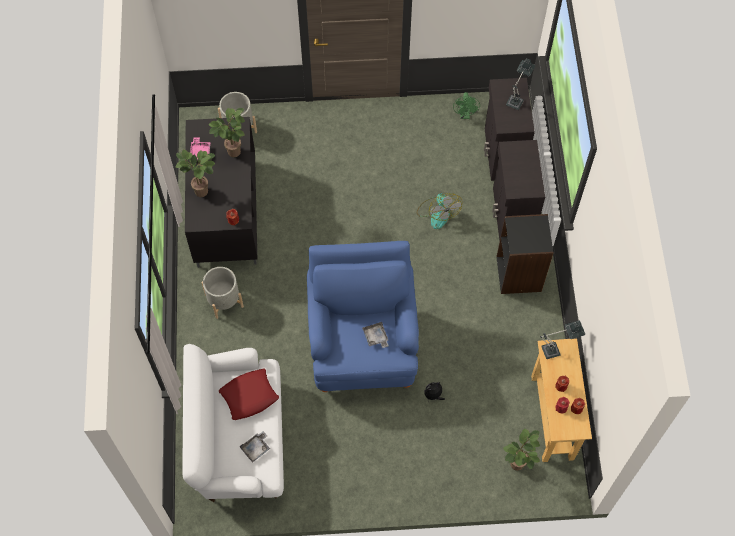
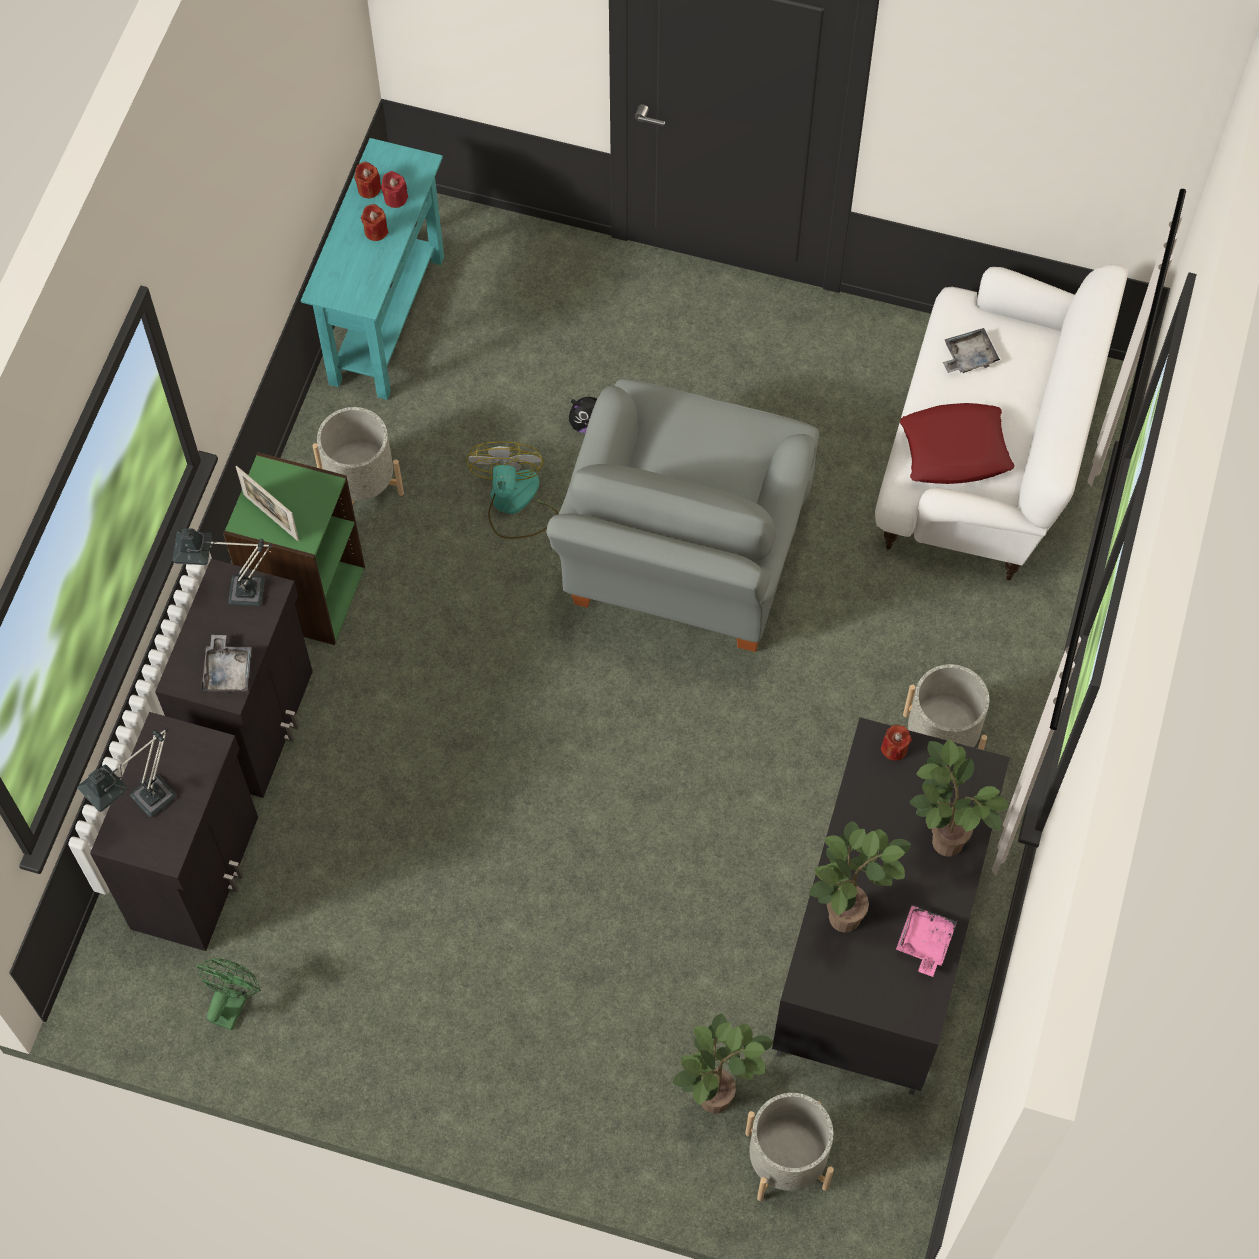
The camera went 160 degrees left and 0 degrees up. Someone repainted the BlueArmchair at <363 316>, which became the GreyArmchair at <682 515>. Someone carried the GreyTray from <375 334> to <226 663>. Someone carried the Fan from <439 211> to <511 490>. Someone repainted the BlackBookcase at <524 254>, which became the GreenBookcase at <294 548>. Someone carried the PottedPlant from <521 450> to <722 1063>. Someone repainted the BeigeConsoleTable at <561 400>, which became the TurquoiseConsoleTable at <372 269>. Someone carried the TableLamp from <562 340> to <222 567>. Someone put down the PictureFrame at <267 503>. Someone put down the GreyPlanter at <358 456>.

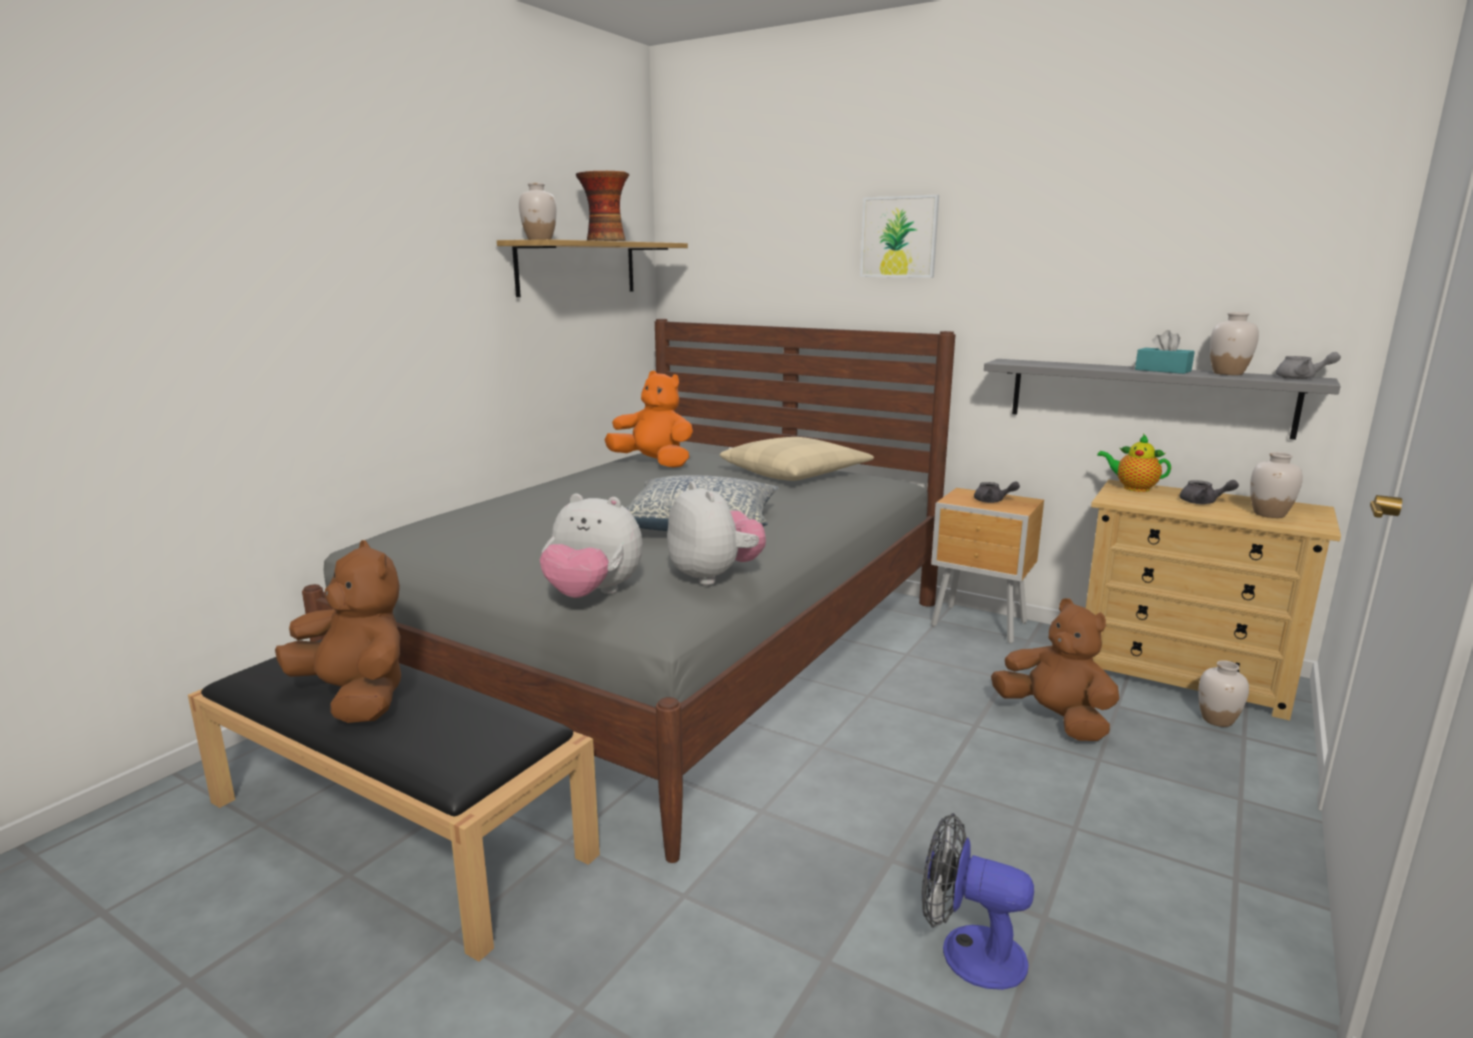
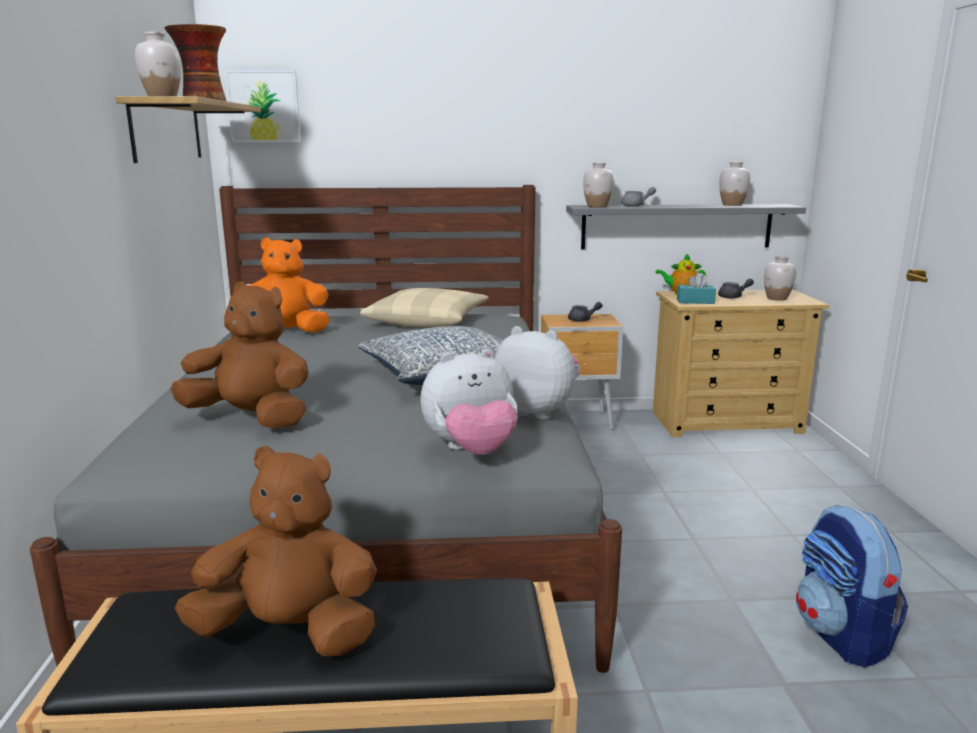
The camera went 35 degrees left and 0 degrees up. Someone carried the Picture from <899 236> to <263 106>. Someone swapped the Fan at <978 901> for the Backpack at <852 586>. Someone carried the BrownPlushToy from <1055 669> to <240 355>. Someone carried the TurquoiseTissueBox from <1165 352> to <696 288>. Someone carried the WhiteVase from <1224 693> to <598 185>. Someone carried the GreyTeapot from <1308 365> to <638 197>.

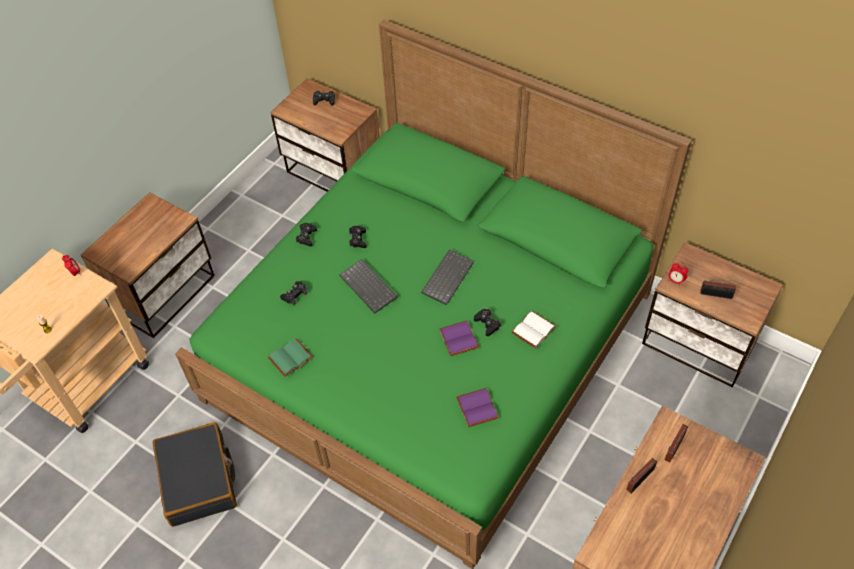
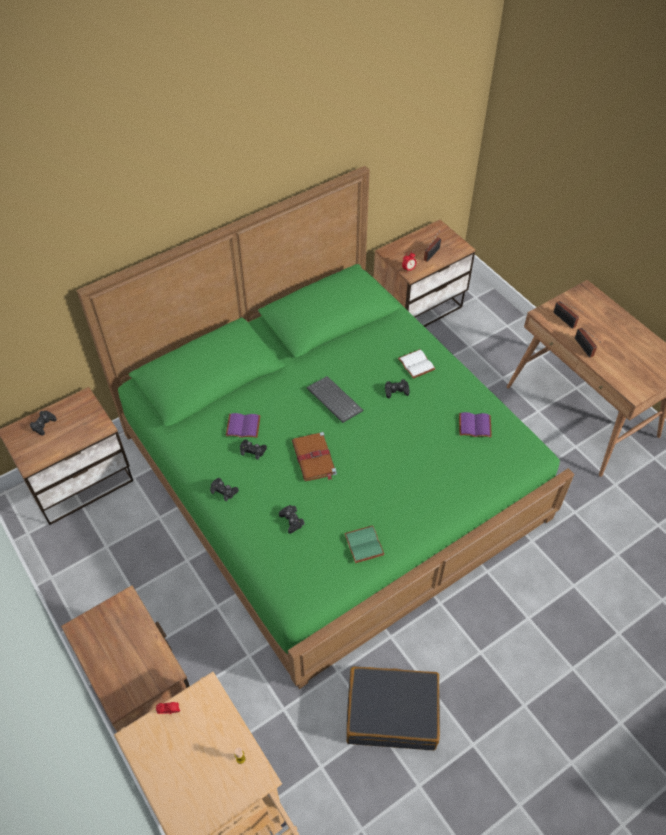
The camera went 70 degrees left and 0 degrees up. Someone swapped the Keyboard at <368 286> for the BrownBook at <314 456>. Someone carried the PurpleBook from <459 338> to <243 425>.

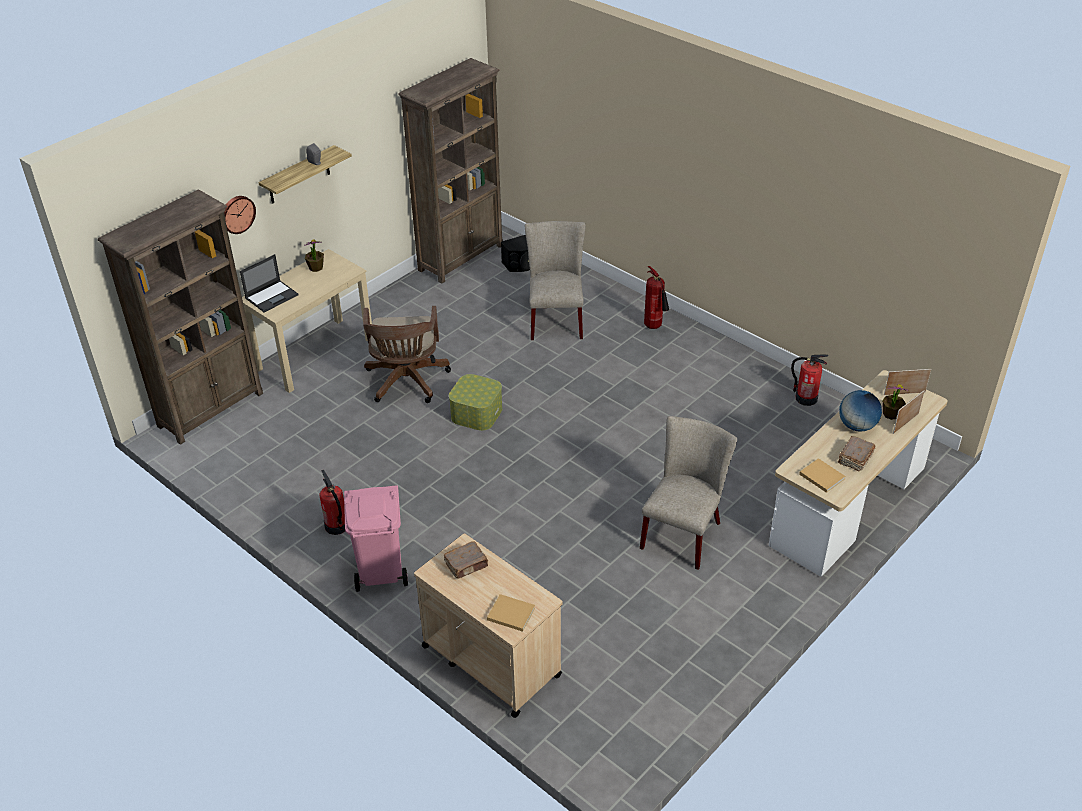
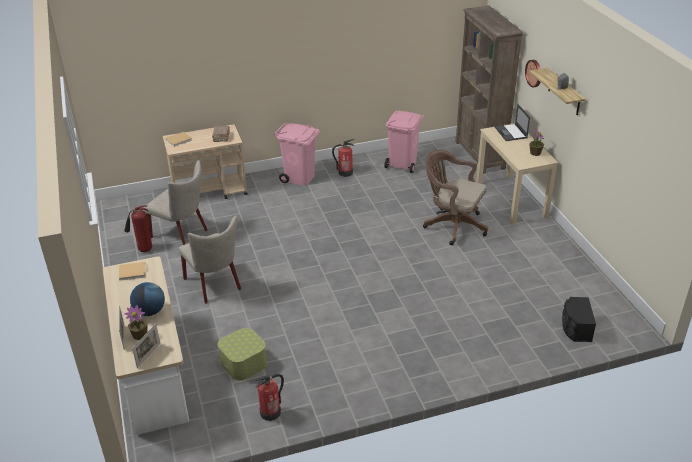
The camera went 120 degrees right and 5 degrees down. Someone took away the BrownBookcase at <450 171>. Someone carried the StorageBox from <475 402> to <242 354>. Someone carried the BeigeChair from <555 280> to <176 202>. Someone carried the FireExtinguisher from <656 297> to <138 228>. Someone took away the BrownBook at <856 454>. Someone put down the PinkTrashCan at <404 142>.

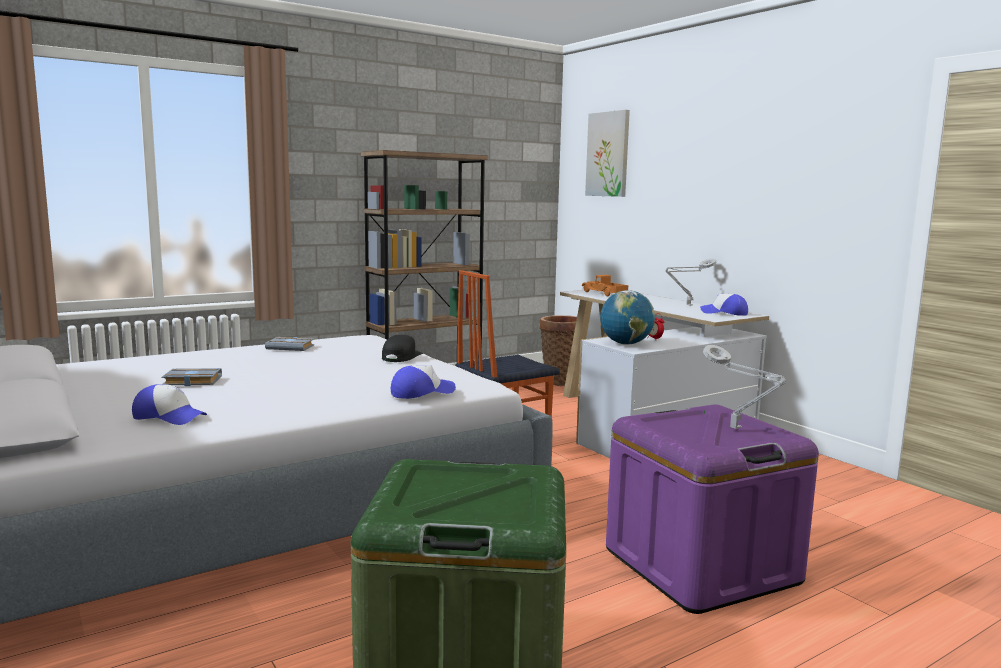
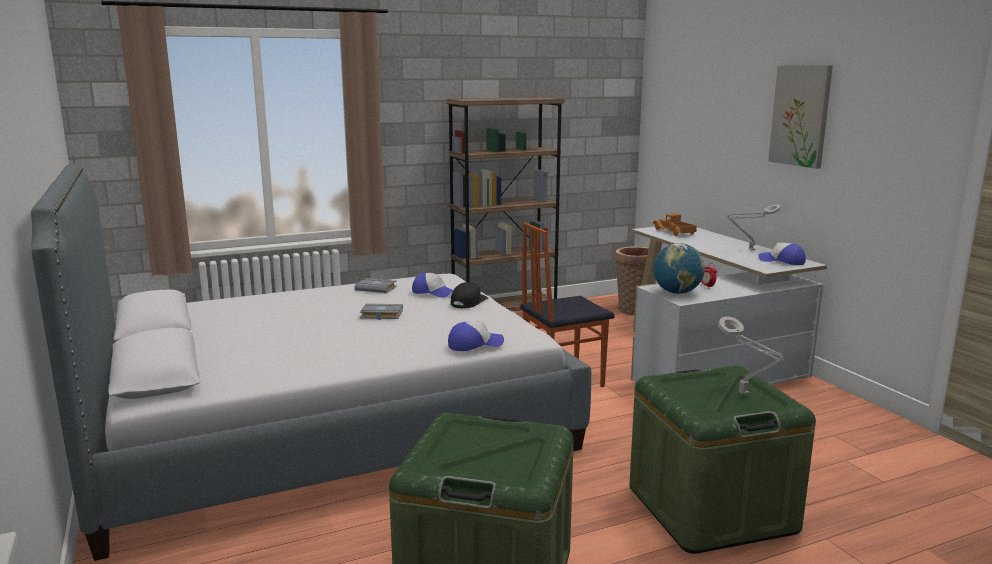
The camera went 10 degrees right and 5 degrees up. Someone carried the Cap from <169 404> to <432 285>. Someone carried the GreyBook from <192 377> to <381 312>. Someone carried the Picture from <607 153> to <800 117>. Someone repainted the PurpleStorageBox at <712 509>, which became the GreenStorageBox at <722 459>.

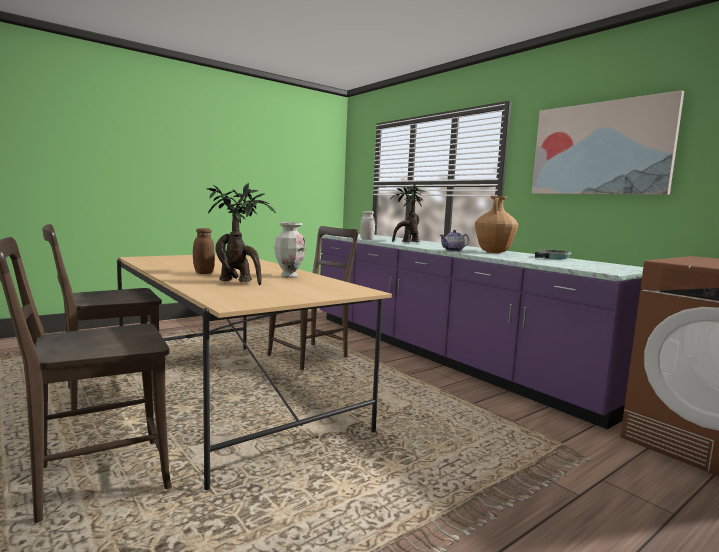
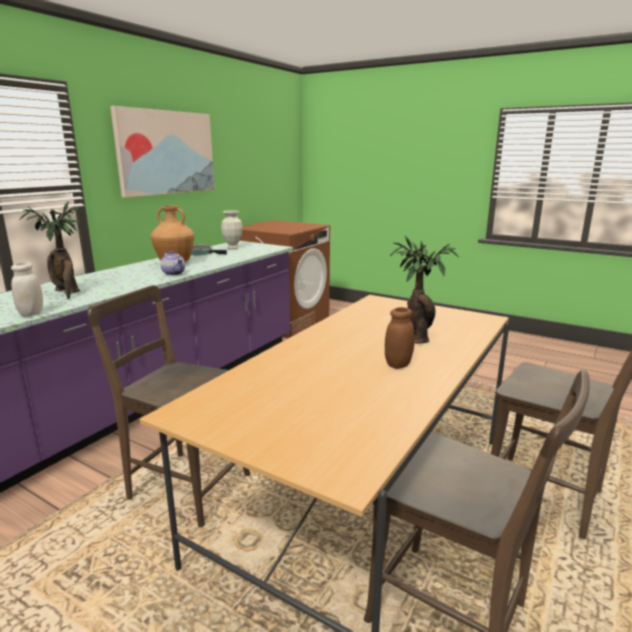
The camera went 110 degrees left and 10 degrees up. Someone carried the Vase from <290 250> to <231 229>.

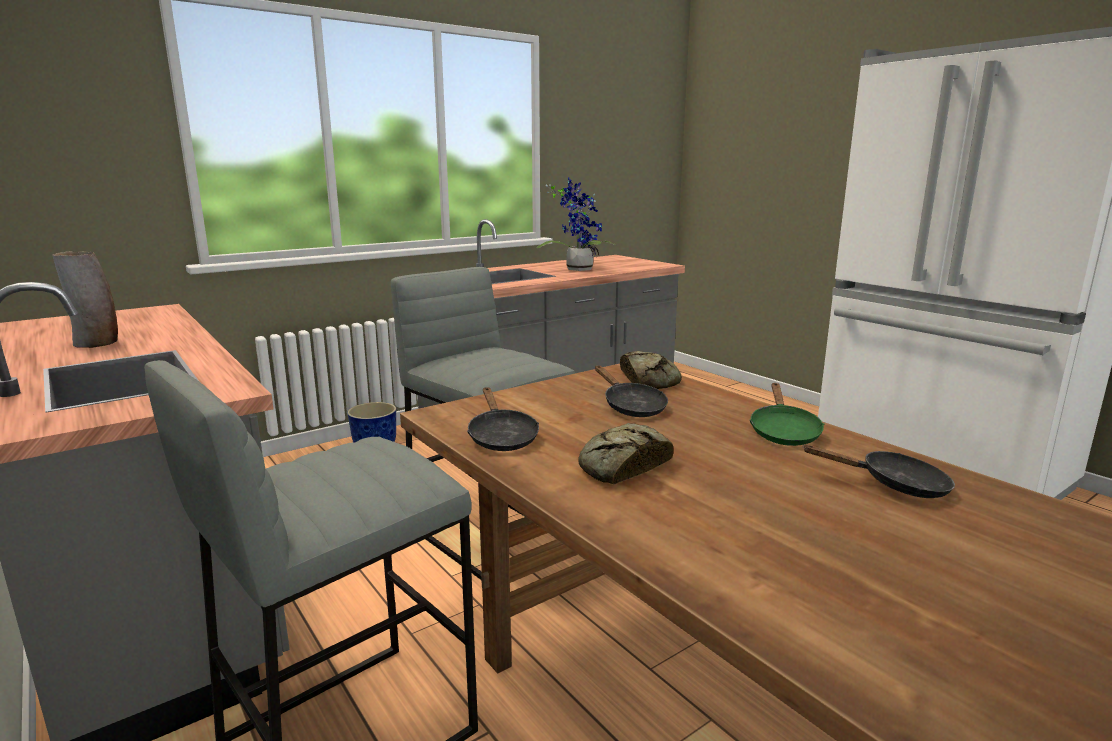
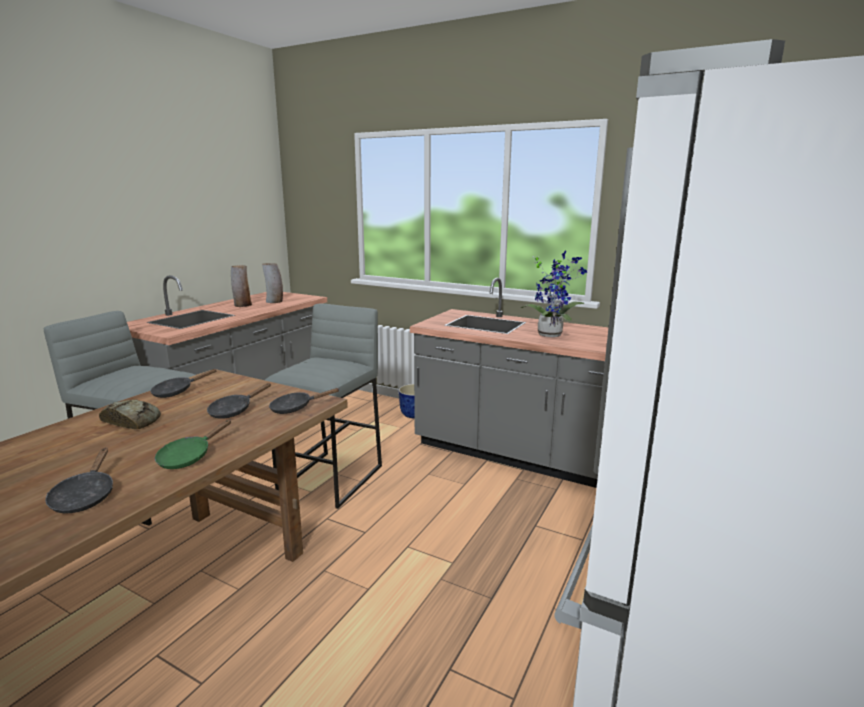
The camera went 65 degrees right and 0 degrees up. Someone swapped the Bread at <651 370> for the BlackFryingPan at <304 401>. Someone rotated the GreenFryingPan at <787 414> by 45 degrees counterclockwise. Someone put down the Vase at <272 283>.

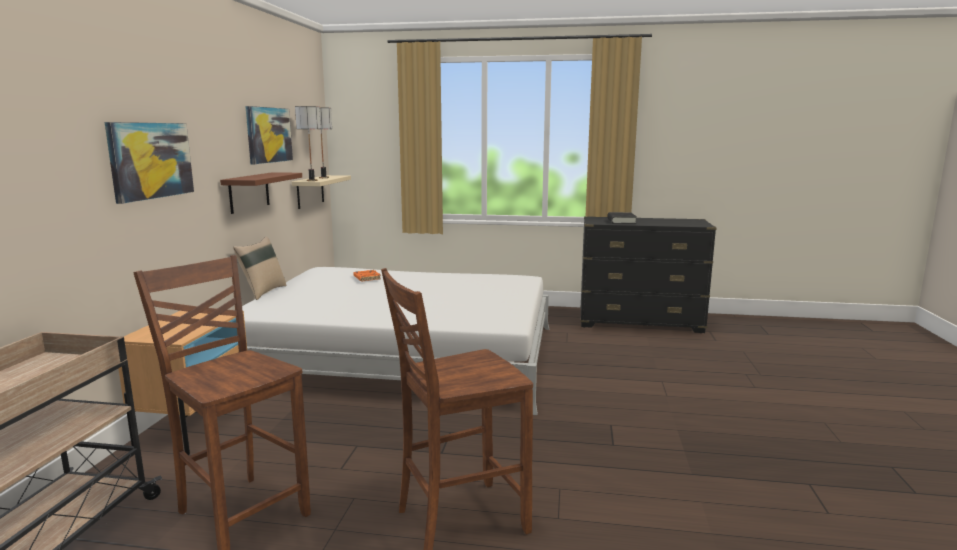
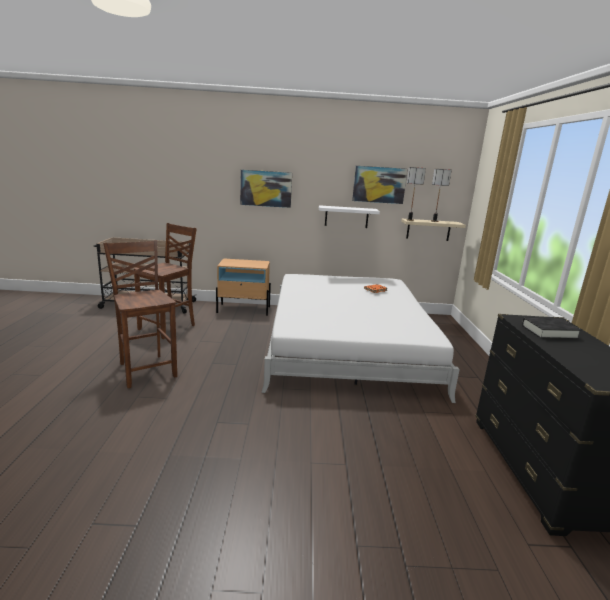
The camera went 80 degrees right and 5 degrees up. Someone repainted the BrownShelf at <261 193>, which became the WhiteShelf at <349 216>. Someone took away the BeigePillow at <259 268>.

